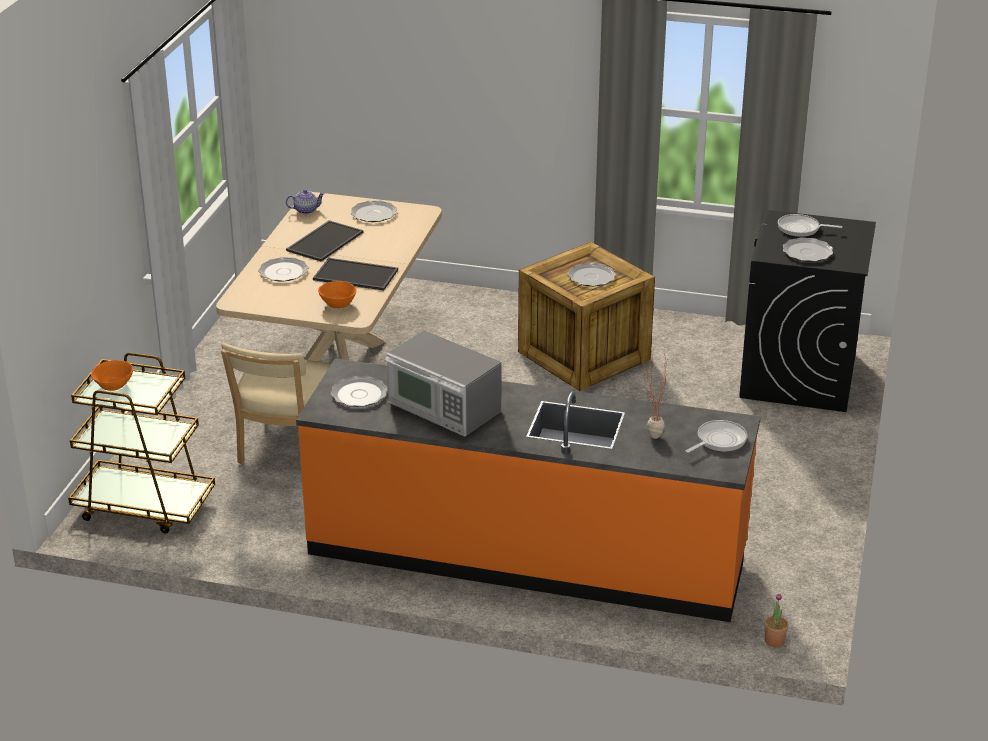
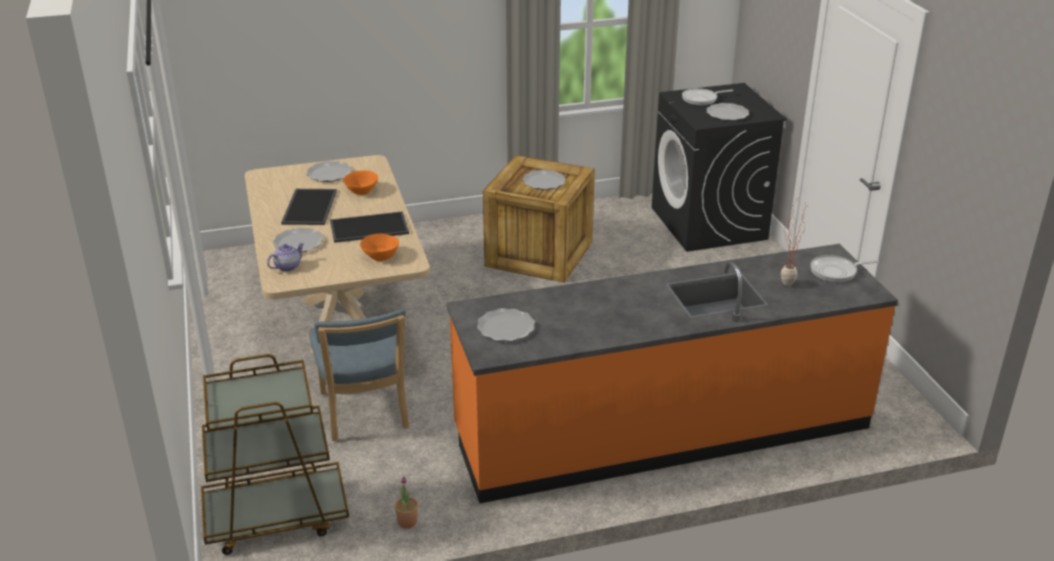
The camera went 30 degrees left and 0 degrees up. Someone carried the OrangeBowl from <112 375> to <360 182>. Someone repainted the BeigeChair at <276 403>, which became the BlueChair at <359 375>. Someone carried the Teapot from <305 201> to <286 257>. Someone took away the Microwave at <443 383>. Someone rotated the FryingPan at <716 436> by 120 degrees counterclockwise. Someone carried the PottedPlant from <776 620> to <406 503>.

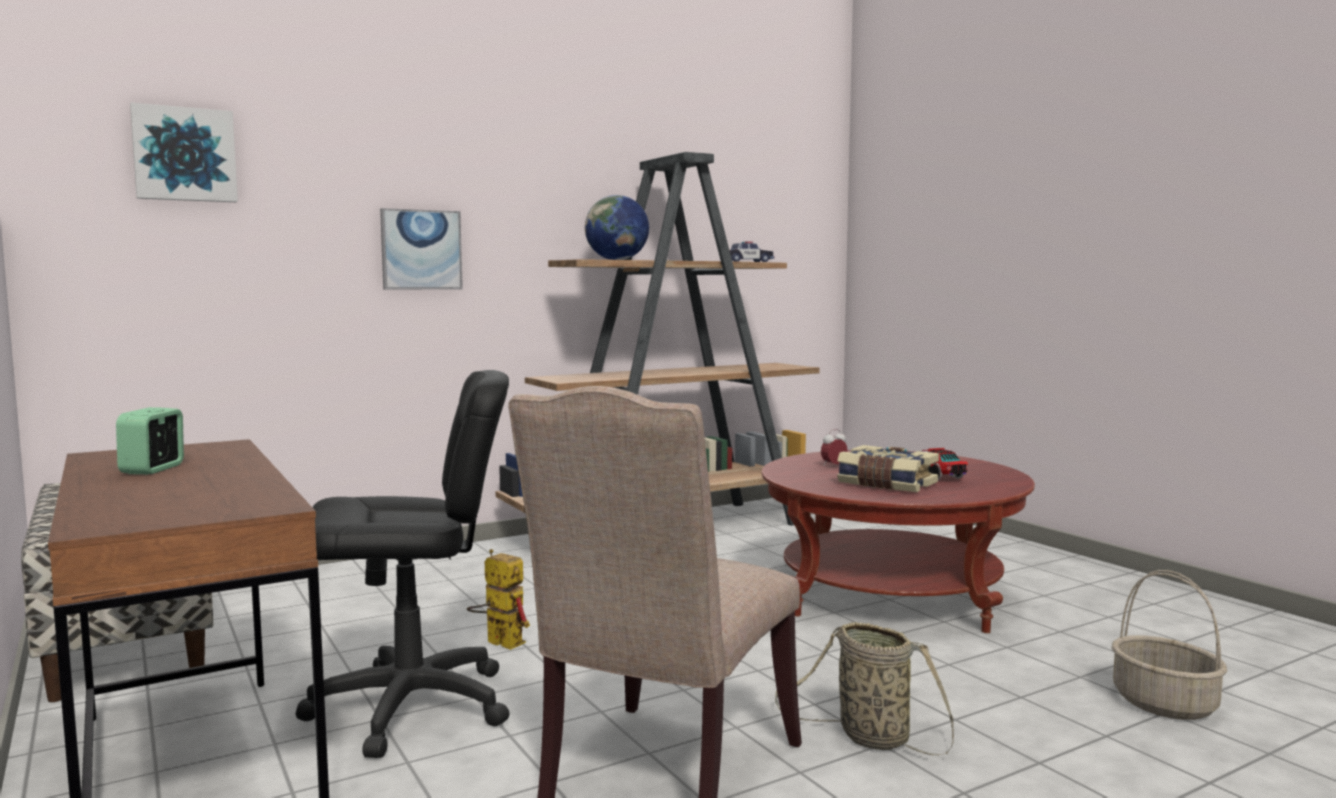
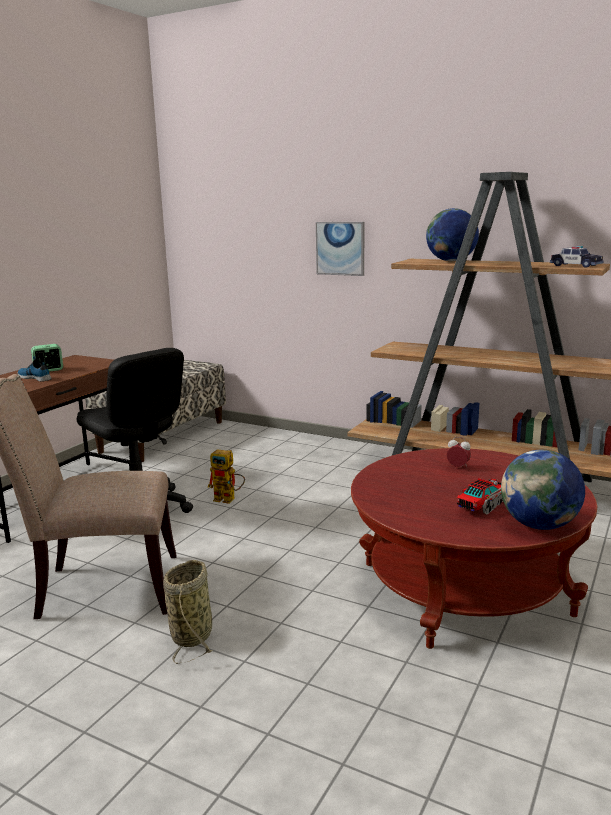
The camera went 60 degrees right and 10 degrees up. Someone took away the Picture at <184 152>. Someone rotated the ToyRobot at <498 599> by 105 degrees clockwise. Someone took away the Book at <888 468>. Someone took away the Basket at <1169 645>. Someone put down the Shoe at <34 369>. Someone put down the Globe at <543 490>.

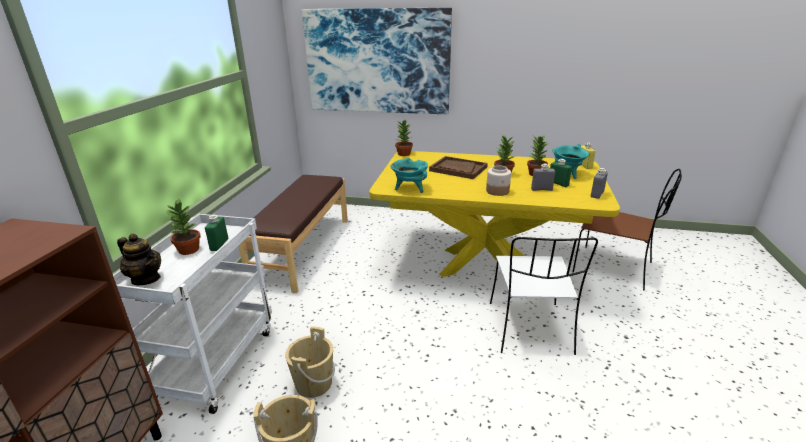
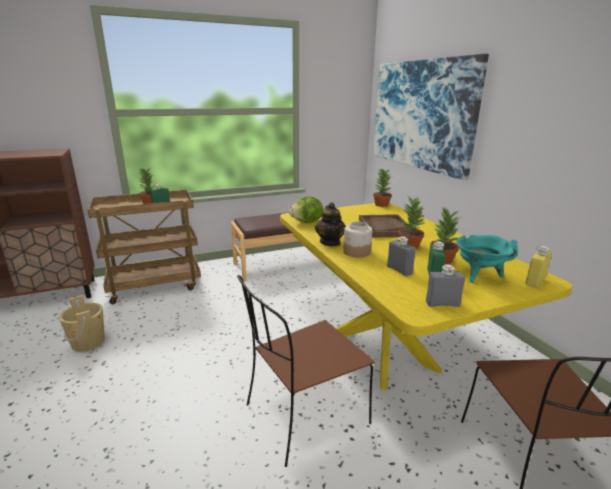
The camera went 55 degrees right and 5 degrees down. Someone repainted the WhiteCart at <192 314>, which became the BrownCart at <144 247>. Someone carried the Teapot from <139 259> to <330 224>. Someone took away the BeigeBucket at <310 362>. Someone swapped the TurquoiseCookingPot at <409 175> for the Lettuce at <306 209>. Someone repainted the WhiteChair at <544 296>, which became the BrownChair at <306 371>.

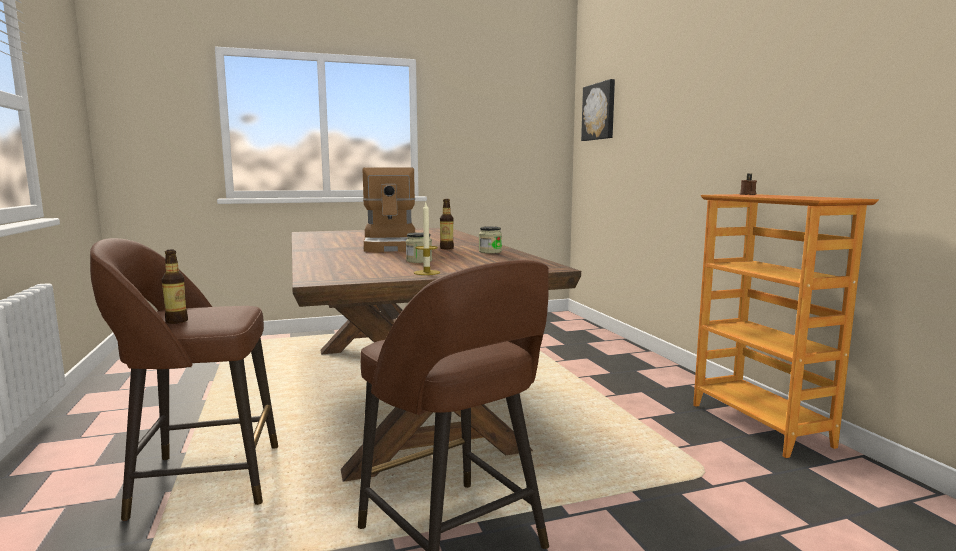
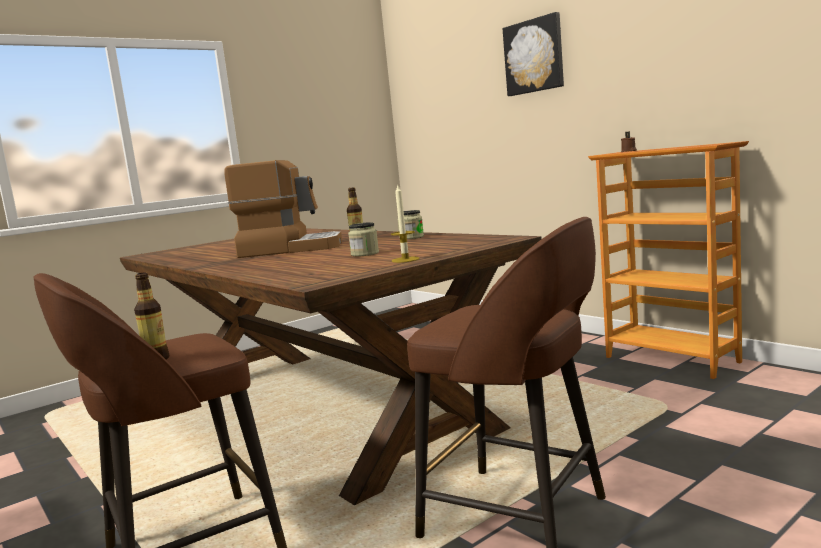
The camera went 20 degrees left and 0 degrees up. Someone rotated the CoffeeMachine at <388 209> by 60 degrees counterclockwise. Someone carried the Picture from <598 110> to <533 54>.

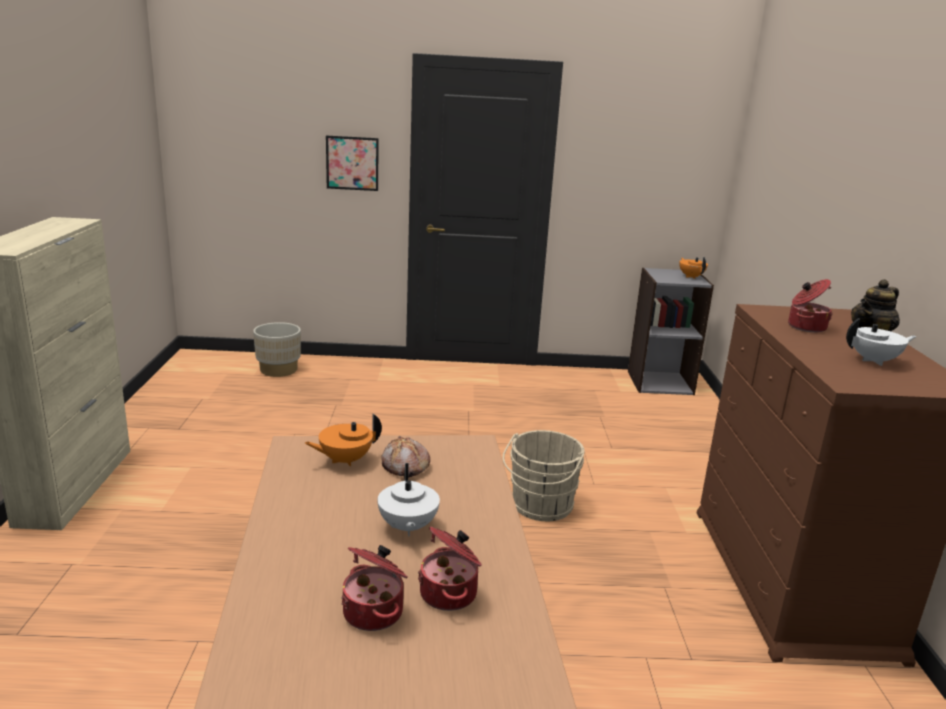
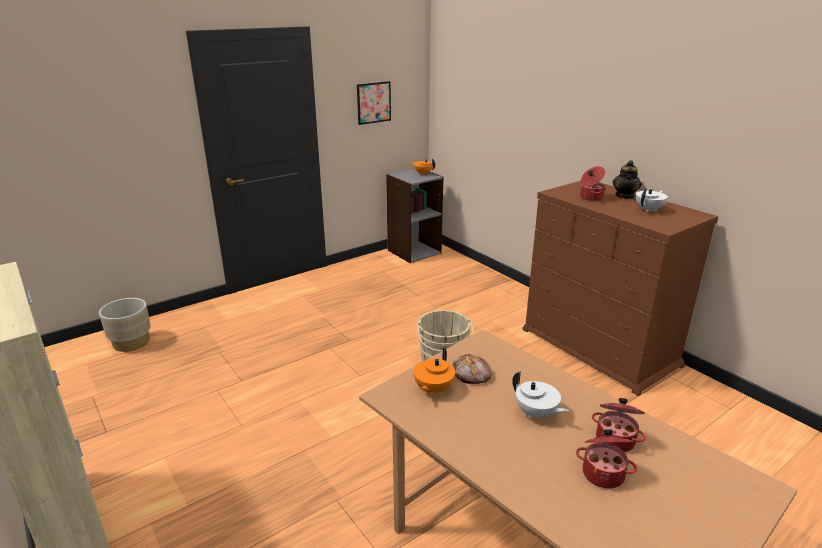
The camera went 35 degrees left and 5 degrees up. Someone carried the Picture from <352 163> to <374 103>.

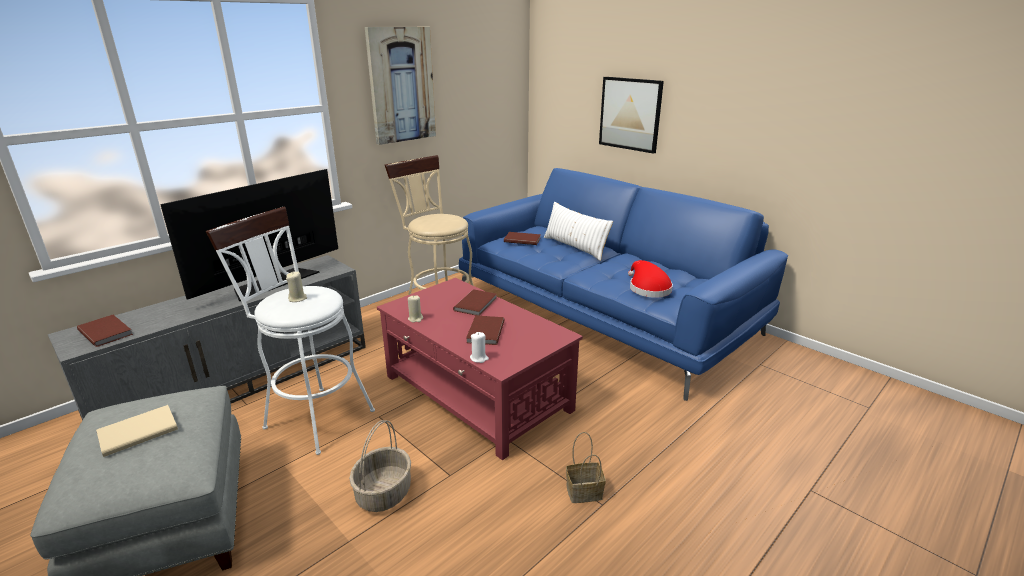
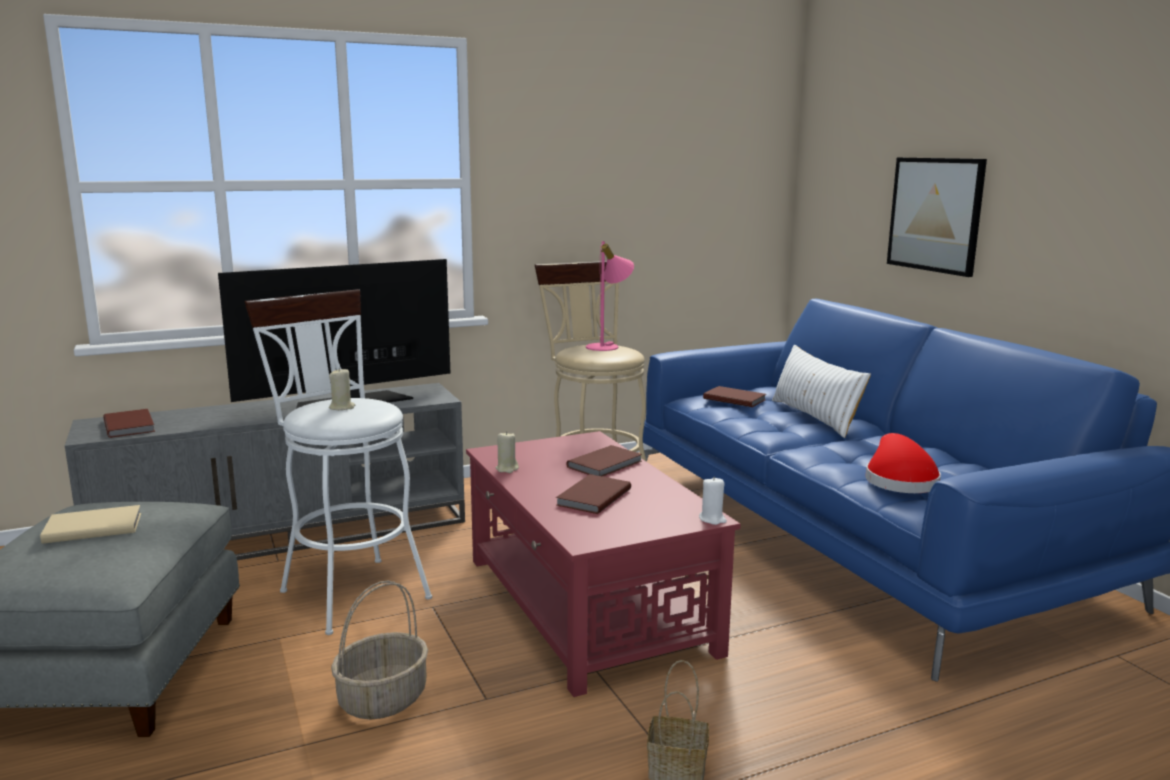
The camera went 20 degrees right and 10 degrees down. Someone took away the Picture at <400 86>. Someone carried the WhiteCandle from <479 347> to <713 501>. Someone put down the PinkTableLamp at <610 296>.

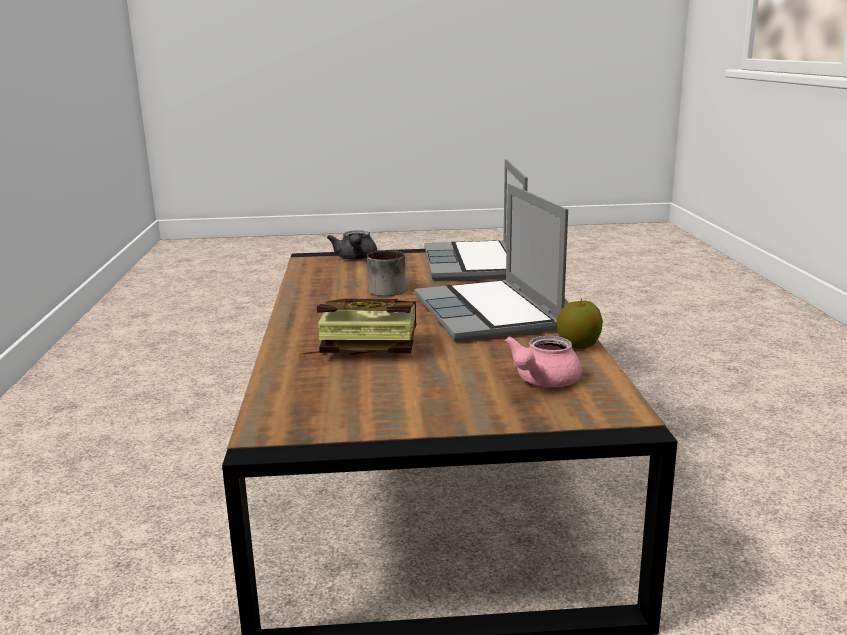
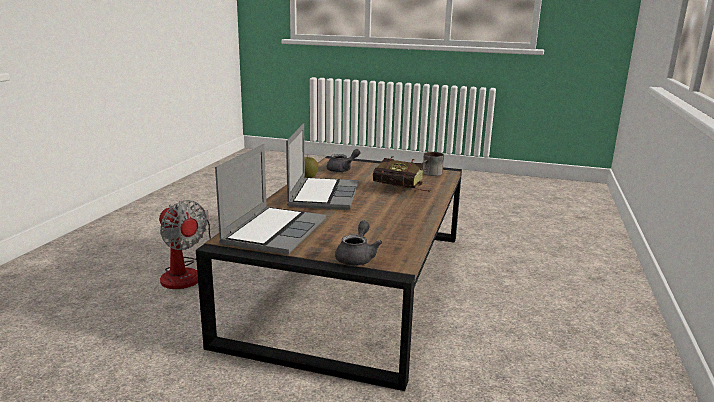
The camera went 160 degrees left and 0 degrees up. Someone carried the Mug from <386 273> to <433 164>. Someone repainted the PinkTeapot at <543 361>, which became the GreyTeapot at <343 161>. Someone put down the Fan at <185 244>.

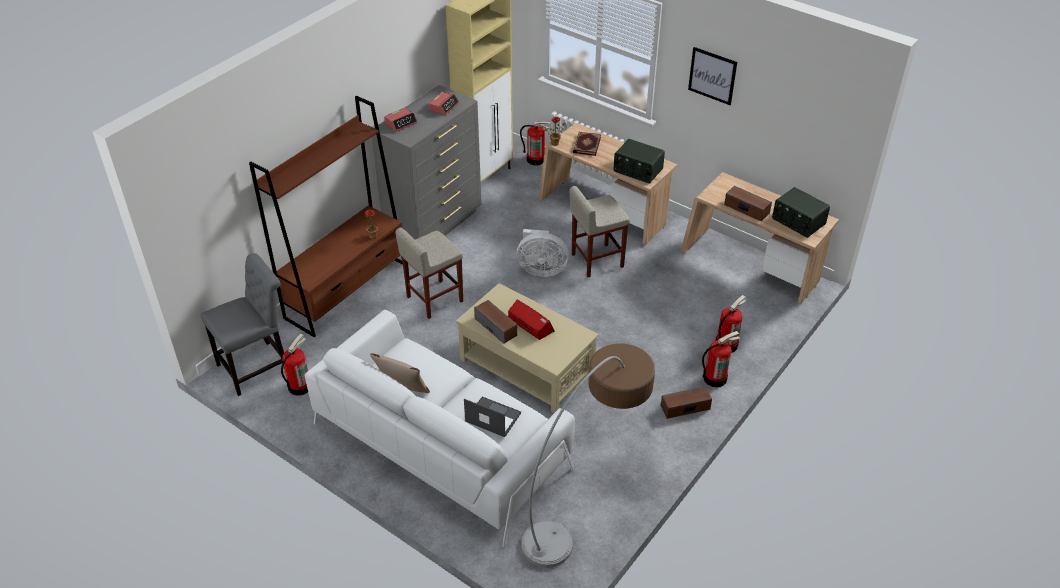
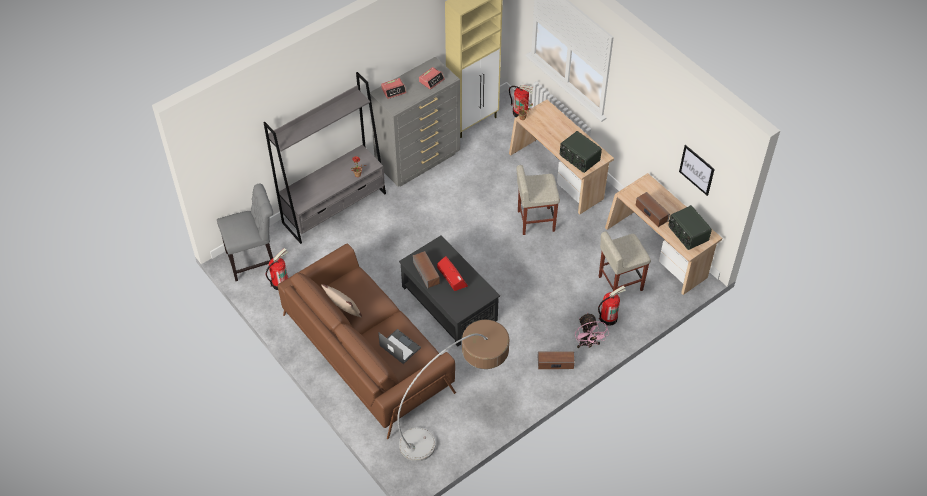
The camera went 15 degrees right and 10 degrees up. Someone repainted the BrownBookcase at <326 216>, which became the GreyBookcase at <325 158>. Someone repainted the WhiteSofa at <440 428>, which became the BrownSofa at <366 341>. Someone carried the BeigeStool from <429 273> to <625 261>. Someone repainted the BeigeCoffeeTable at <527 348>, which became the BlackCoffeeTable at <449 291>. Someone took away the WhiteFan at <543 253>. Someone took away the Book at <587 144>. Someone carried the Picture from <712 76> to <697 170>. Someone swapped the FireExtinguisher at <721 359> for the PinkFan at <592 330>.

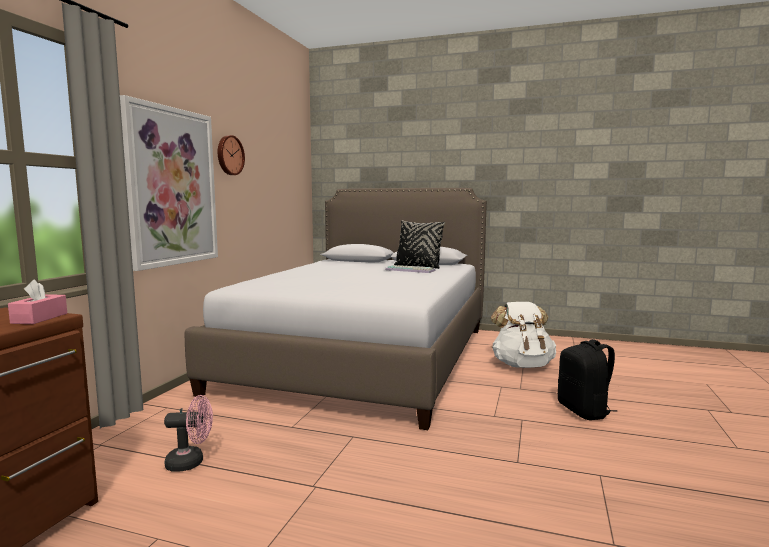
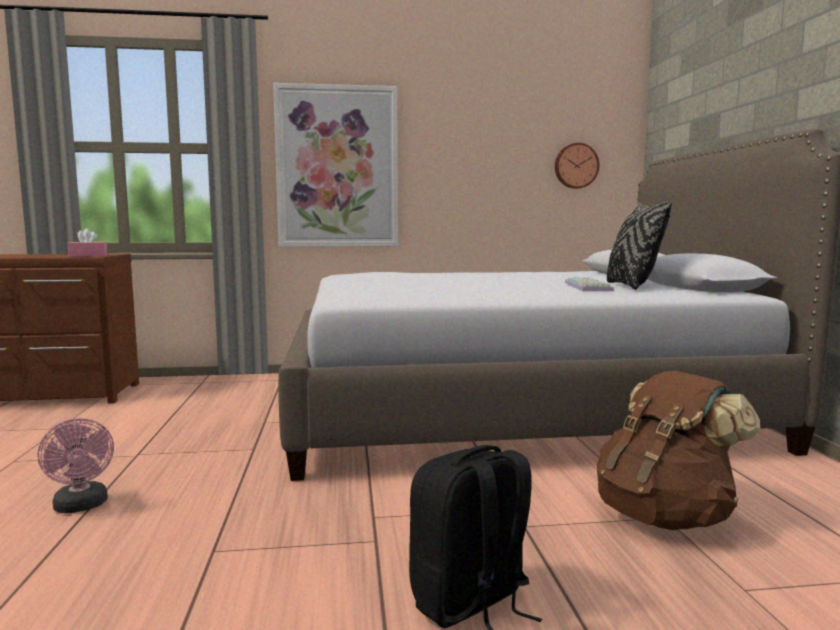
The camera went 65 degrees right and 0 degrees up. Someone carried the PinkFan from <188 433> to <75 465>. Someone carried the WallClock from <231 155> to <577 166>. Someone repainted the WhiteBackpack at <523 335>, which became the BrownBackpack at <678 450>.

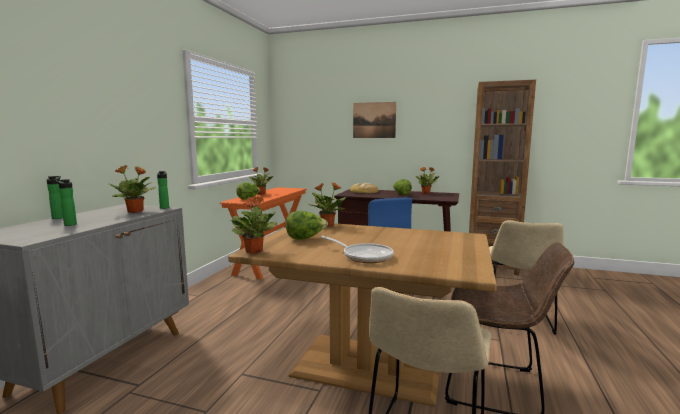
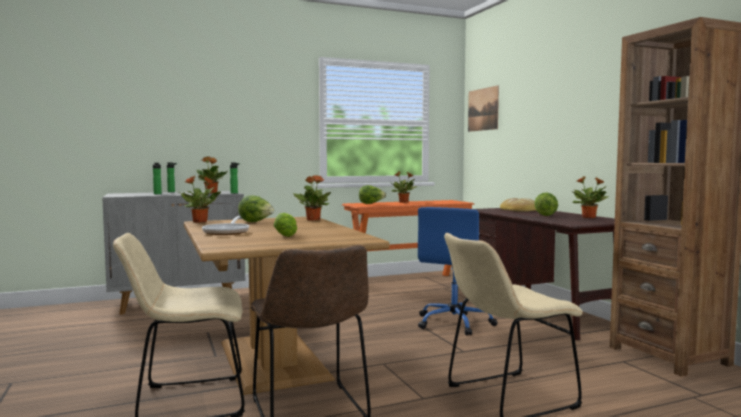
The camera went 50 degrees right and 5 degrees down. Someone carried the Picture from <374 120> to <483 108>. Someone put down the Lettuce at <285 225>.

